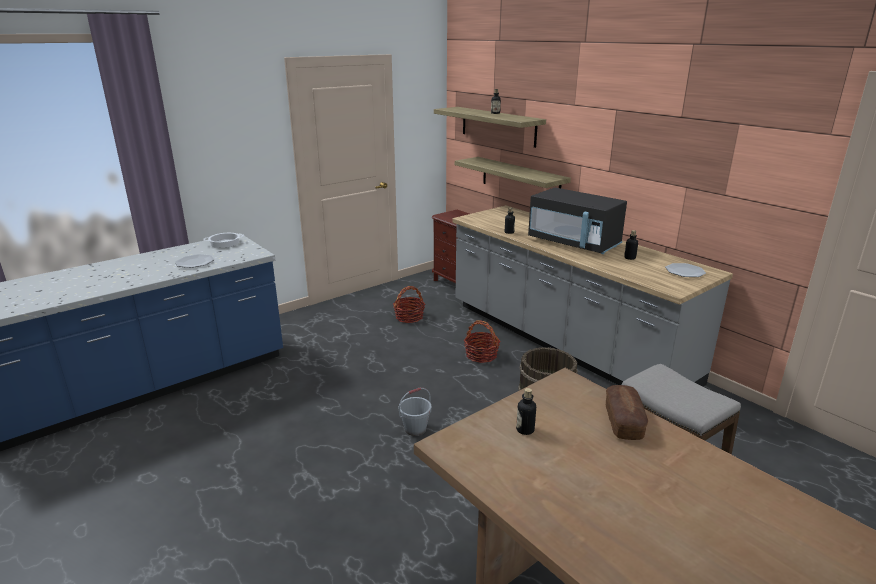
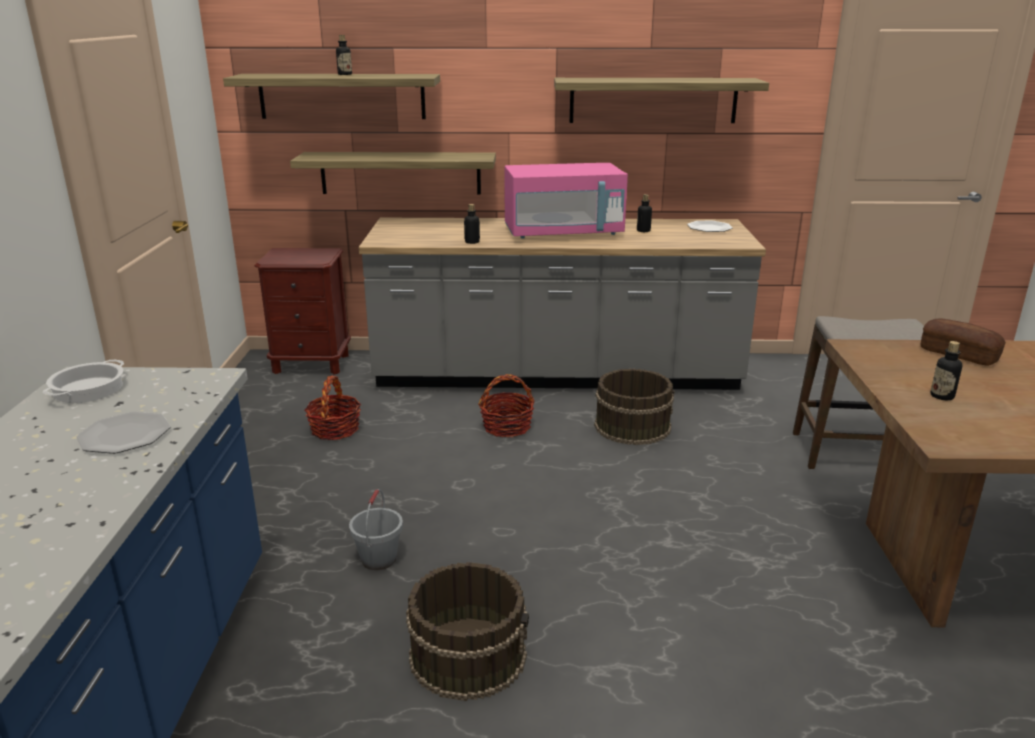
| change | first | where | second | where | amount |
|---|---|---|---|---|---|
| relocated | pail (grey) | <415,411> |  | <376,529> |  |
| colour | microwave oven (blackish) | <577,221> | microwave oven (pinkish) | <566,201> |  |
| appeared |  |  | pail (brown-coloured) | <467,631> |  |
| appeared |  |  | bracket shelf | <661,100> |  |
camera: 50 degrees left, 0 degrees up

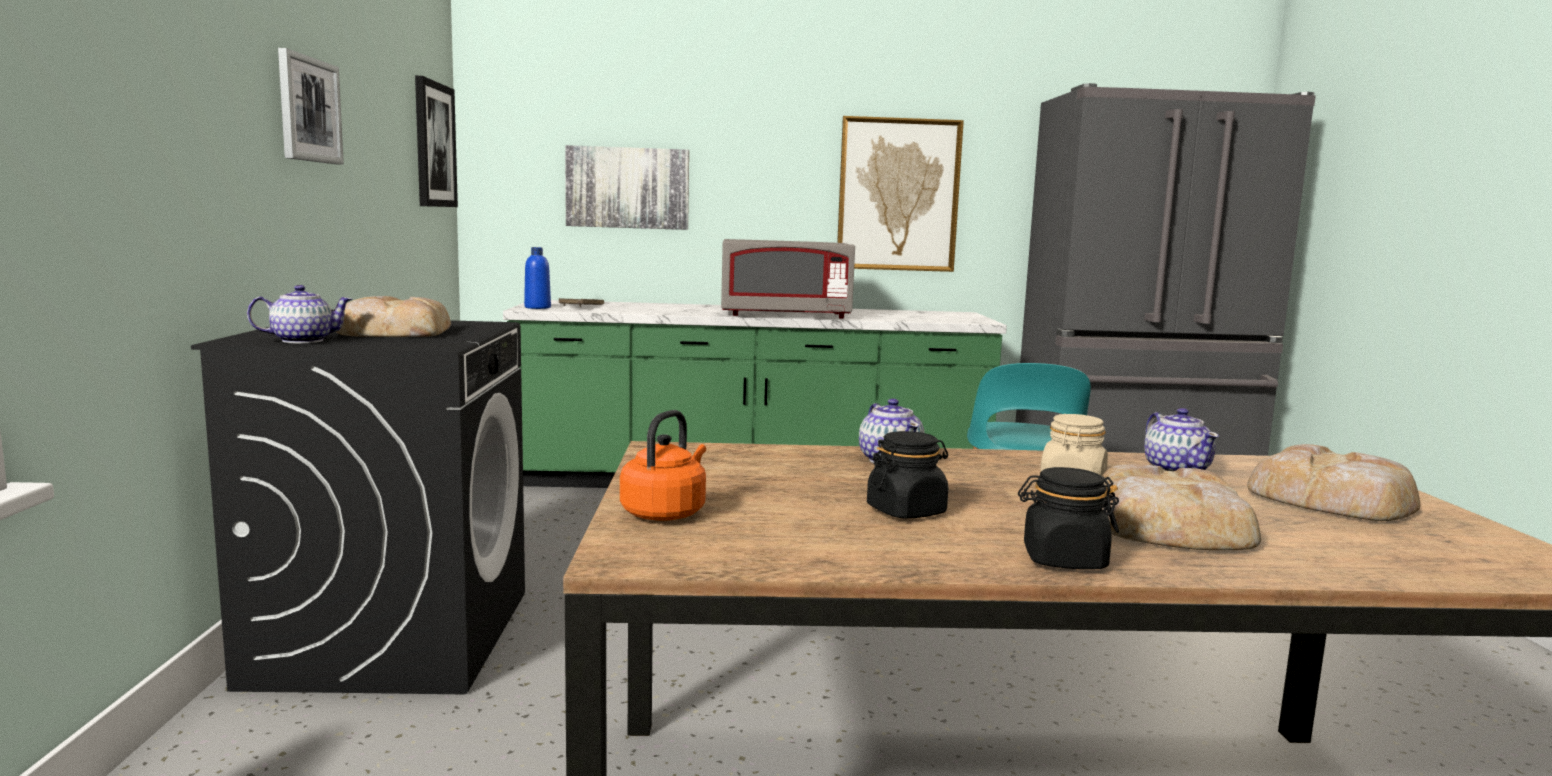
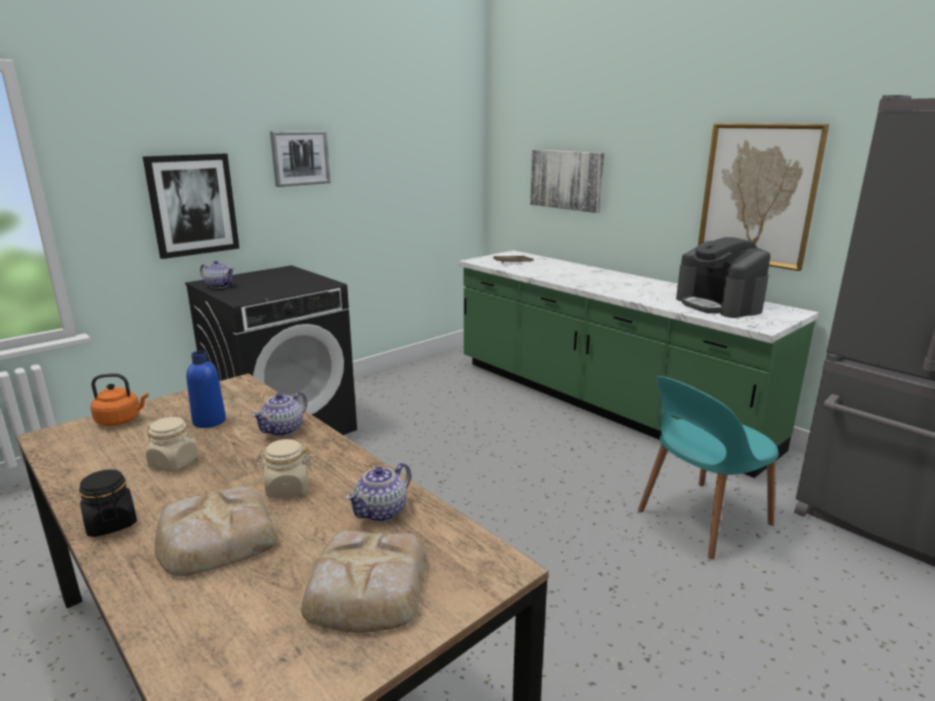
| change | first | where | second | where | amount |
|---|---|---|---|---|---|
| missing | bakery bread | <393,316> |  |  |  |
| relocated | wall picture | <436,141> |  | <191,206> |  |
| relocated | beverage bottle (blue) | <537,278> |  | <206,389> |  |
| missing | microwave oven (grey) | <788,279> |  |  |  |
| colour | preserve jar (blackish) | <908,475> | preserve jar (sand-coloured) | <172,444> |  |
| appeared |  |  | coffee machine | <723,277> |  |
camera: 50 degrees right, 10 degrees up

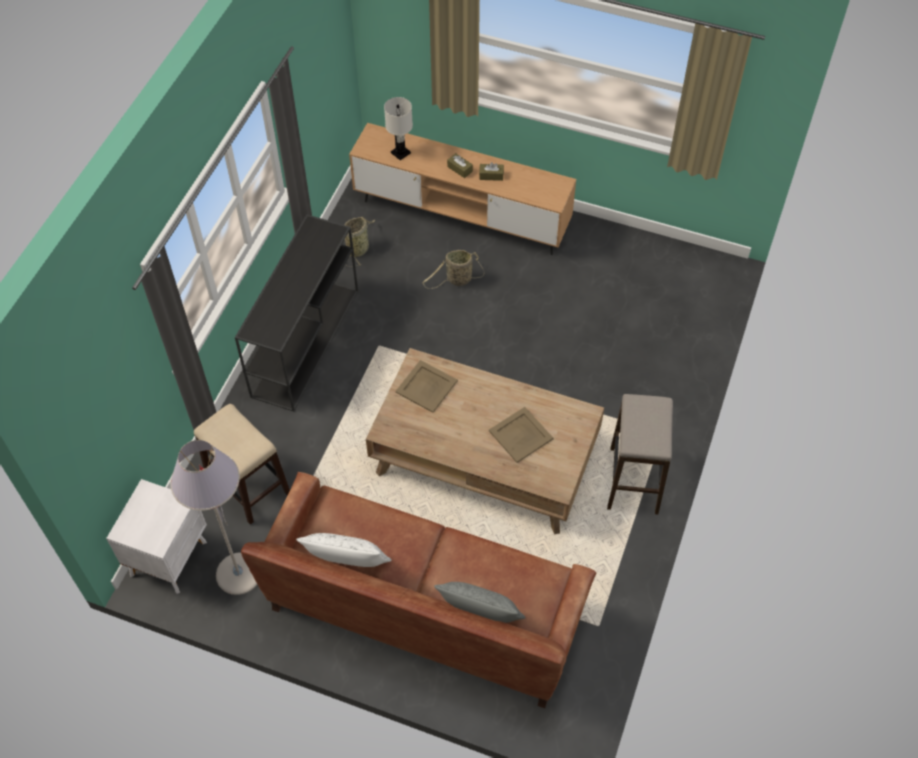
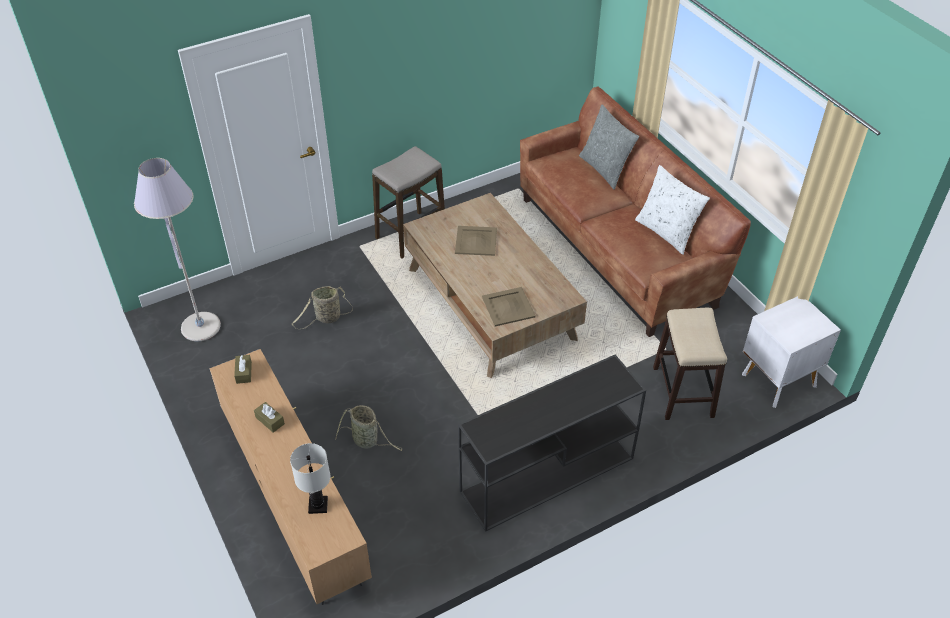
| change | first | where | second | where | amount |
|---|---|---|---|---|---|
| relocated | standard lamp (grey) | <213,517> |  | <177,249> |  |
| relocated | basket | <360,242> |  | <322,307> |  |
| relocated | tissue box (brown-coloured) | <460,165> |  | <243,369> |  |
camera: 140 degrees left, 10 degrees down

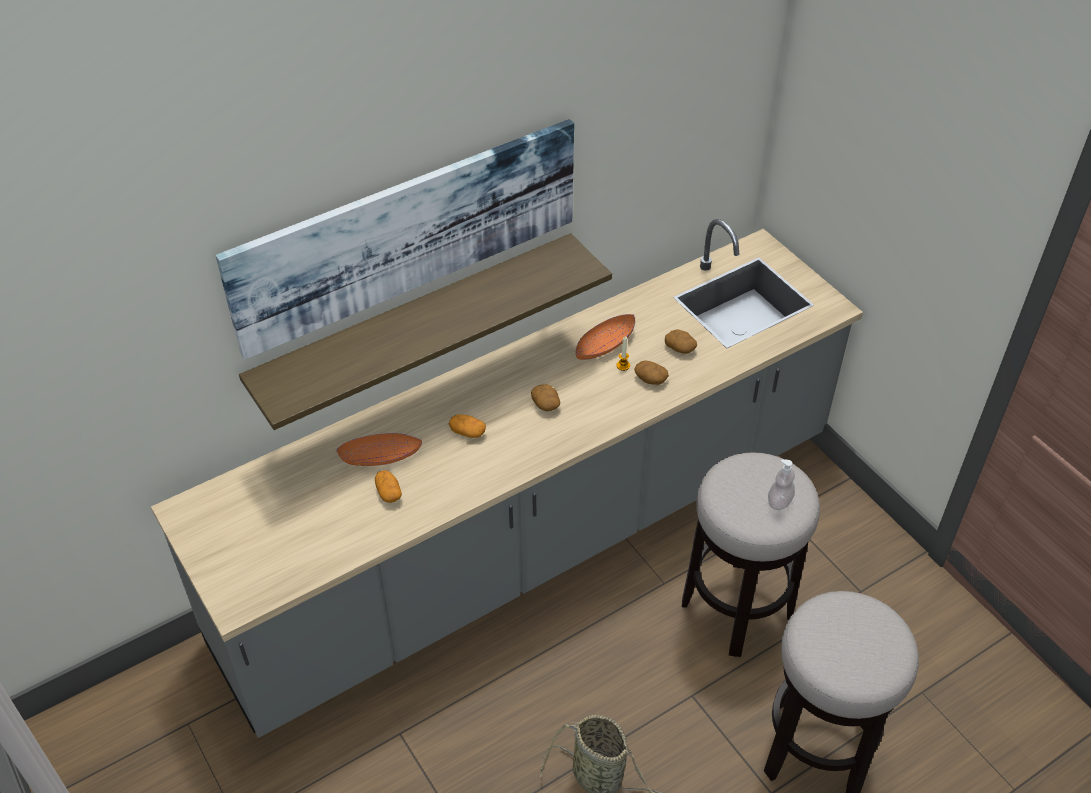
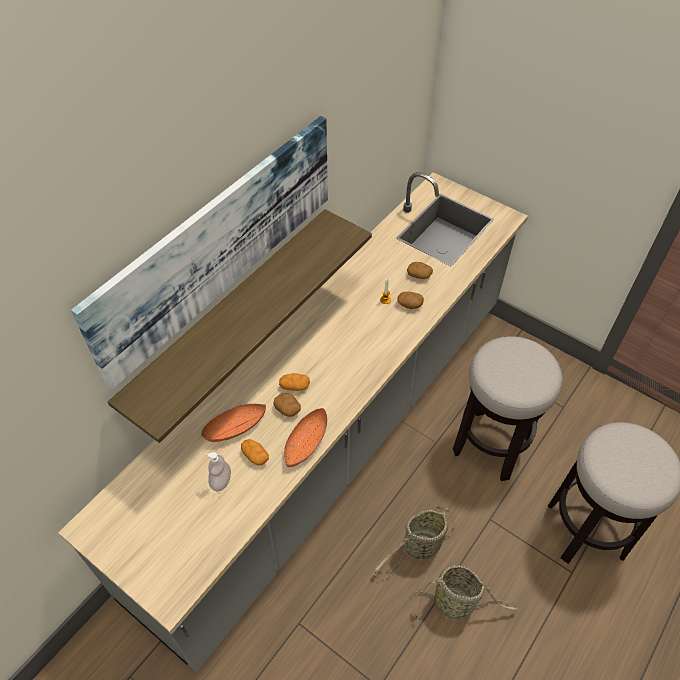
| change | first | where | second | where | amount |
|---|---|---|---|---|---|
| relocated | spud | <545,397> |  | <287,405> |  |
| relocated | deep dish (orange) | <605,337> |  | <305,437> |  |
| relocated | soap dispenser | <781,485> |  | <219,472> |  |
| appeared |  |  | basket | <414,542> |  |
camera: 20 degrees left, 5 degrees up

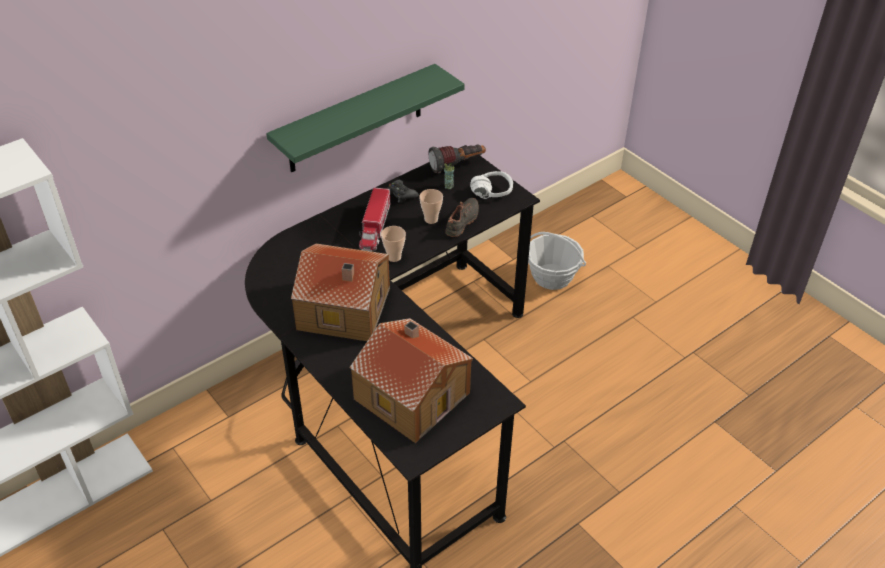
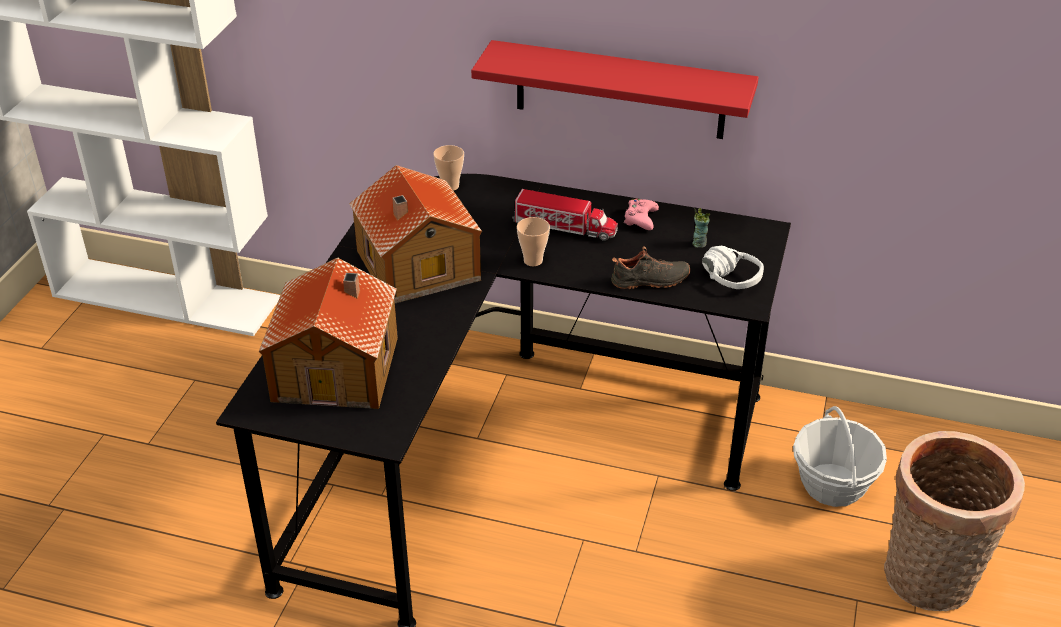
| change | first | where | second | where | amount |
|---|---|---|---|---|---|
| colour | bracket shelf (green) | <365,118> | bracket shelf (reddish) | <615,89> |  |
| spun | toy truck | <374,219> |  | <565,215> | 135 degrees counterclockwise |
| colour | game controller (blackish) | <403,191> | game controller (pinkish) | <641,214> |  |
| relocated | drinking cup | <431,206> |  | <448,168> |  |
| missing | hand torch | <457,159> |  |  |  |
| appeared |  |  | basket | <954,521> |  |
camera: 55 degrees right, 5 degrees down

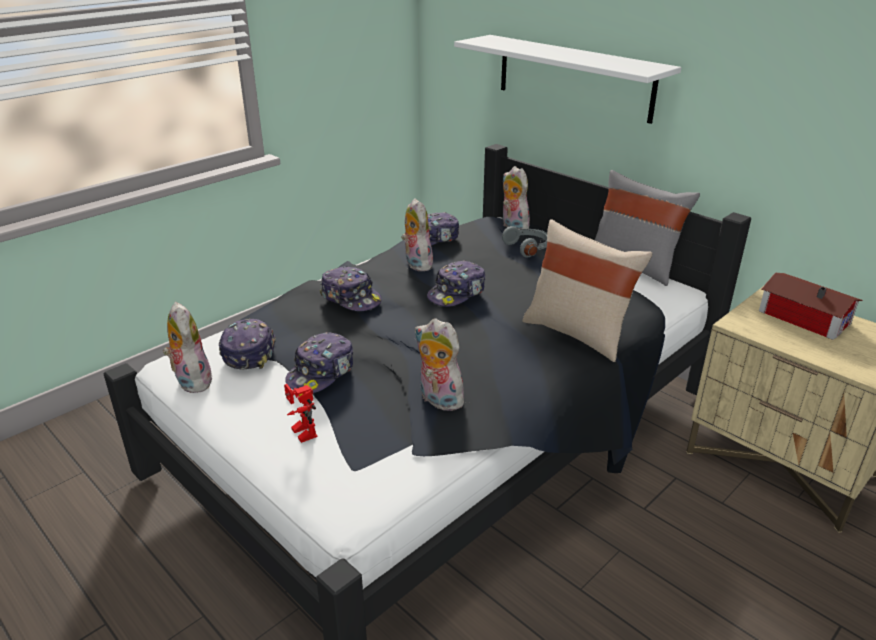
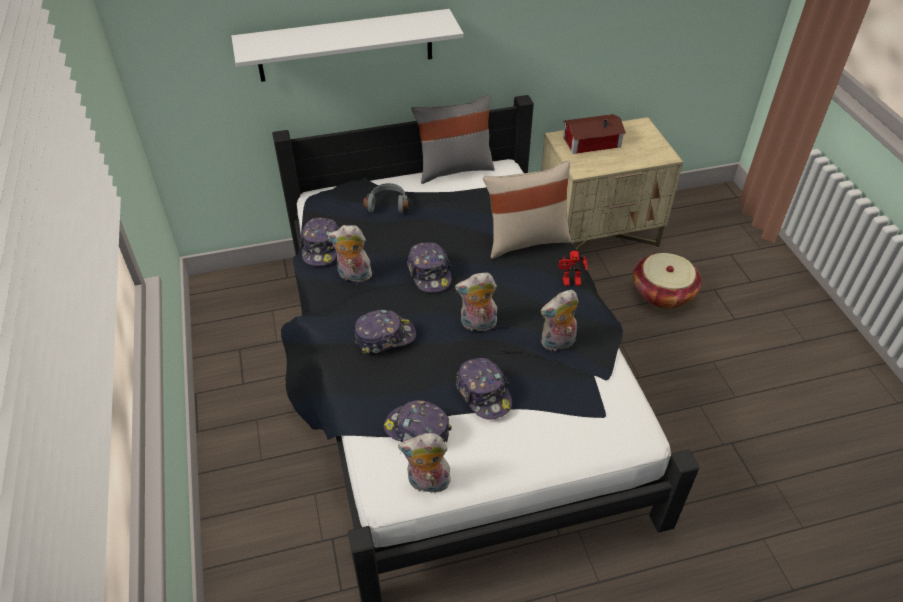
| change | first | where | second | where | amount |
|---|---|---|---|---|---|
| relocated | robot figure | <300,413> |  | <573,268> |  |
| relocated | plush toy | <516,198> |  | <476,302> |  |
| appeared |  |  | basket | <667,281> |  |
camera: 60 degrees left, 15 degrees up

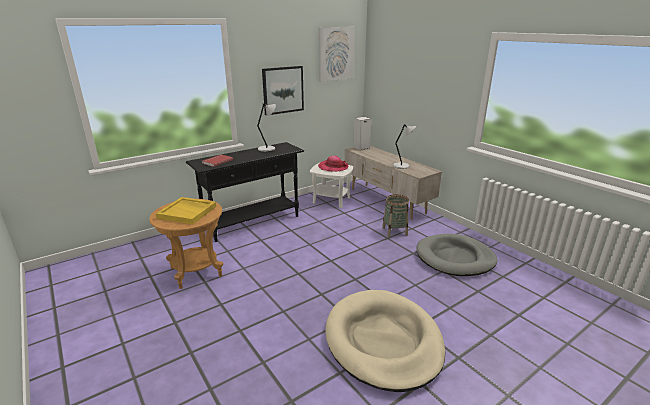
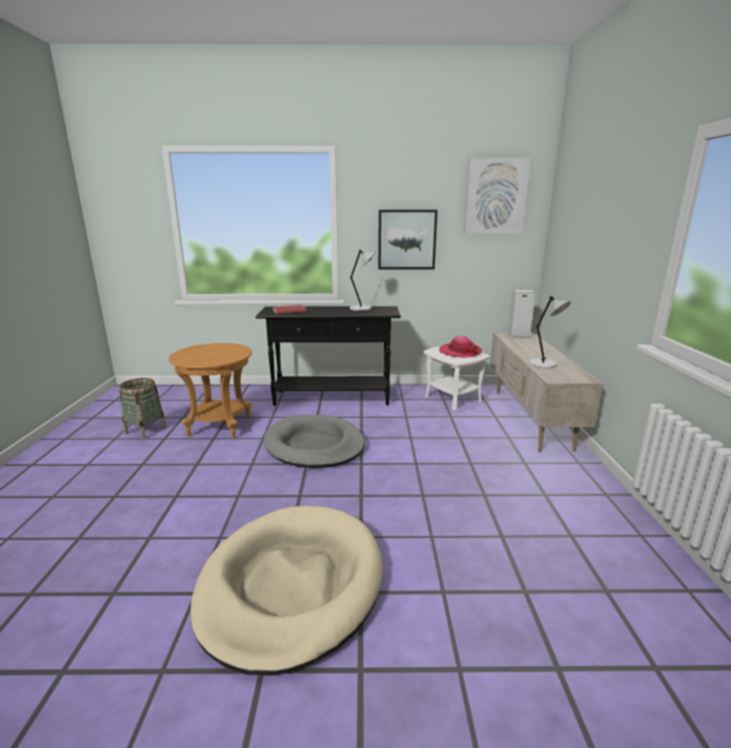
| change | first | where | second | where | amount |
|---|---|---|---|---|---|
| missing | tray (yellow-coloured) | <186,211> |  |  |  |
| relocated | basket | <395,215> |  | <143,408> |  |
| relocated | pet bed (grey) | <457,255> |  | <314,441> |  |
camera: 35 degrees right, 5 degrees down

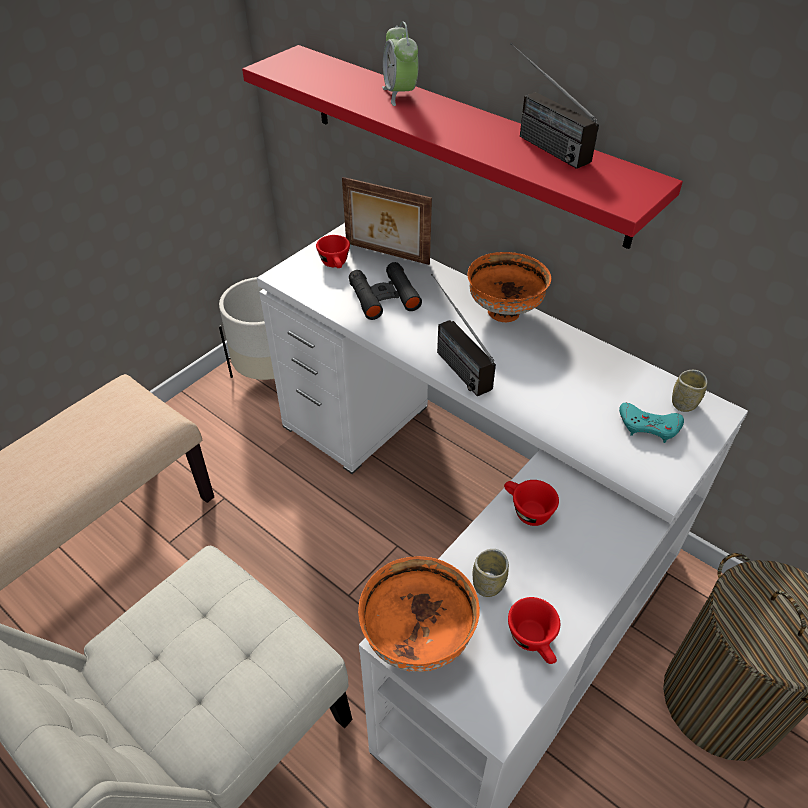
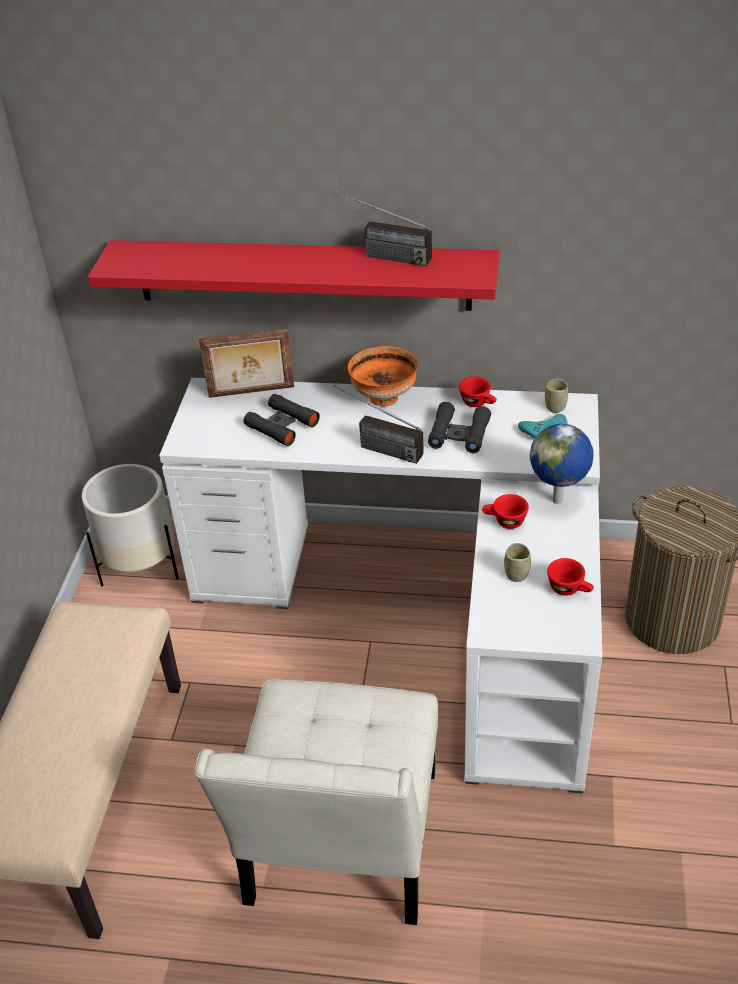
| change | first | where | second | where | amount |
|---|---|---|---|---|---|
| relocated | drinking cup (reddish) | <333,251> |  | <478,392> |  |
| missing | deep dish (orange) | <419,614> |  |  |  |
| missing | bedside clock | <400,63> |  |  |  |
| appeared |  |  | binoculars (blackish) | <459,427> |  |
| appeared |  |  | desk globe | <561,464> |  |
camera: 30 degrees left, 5 degrees down

